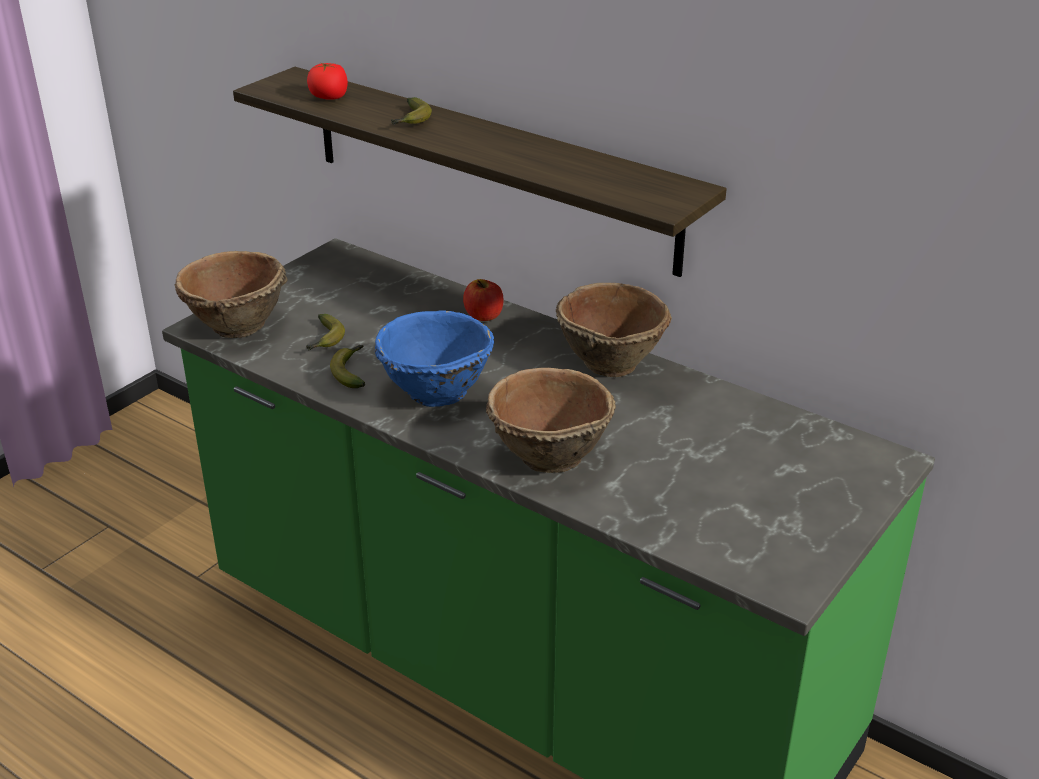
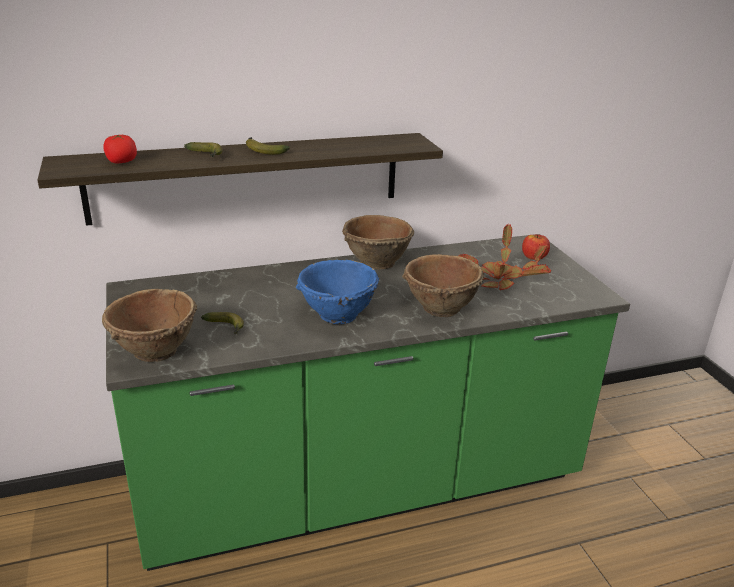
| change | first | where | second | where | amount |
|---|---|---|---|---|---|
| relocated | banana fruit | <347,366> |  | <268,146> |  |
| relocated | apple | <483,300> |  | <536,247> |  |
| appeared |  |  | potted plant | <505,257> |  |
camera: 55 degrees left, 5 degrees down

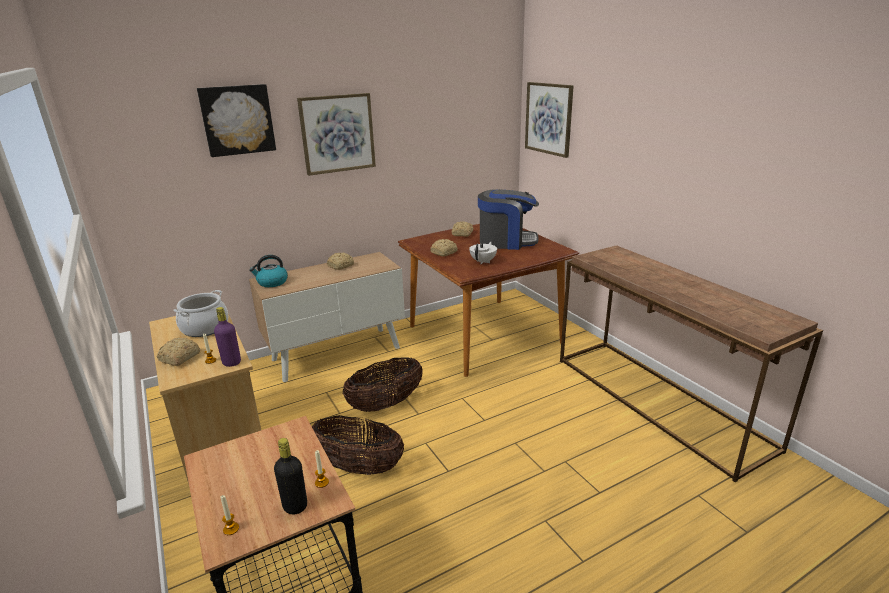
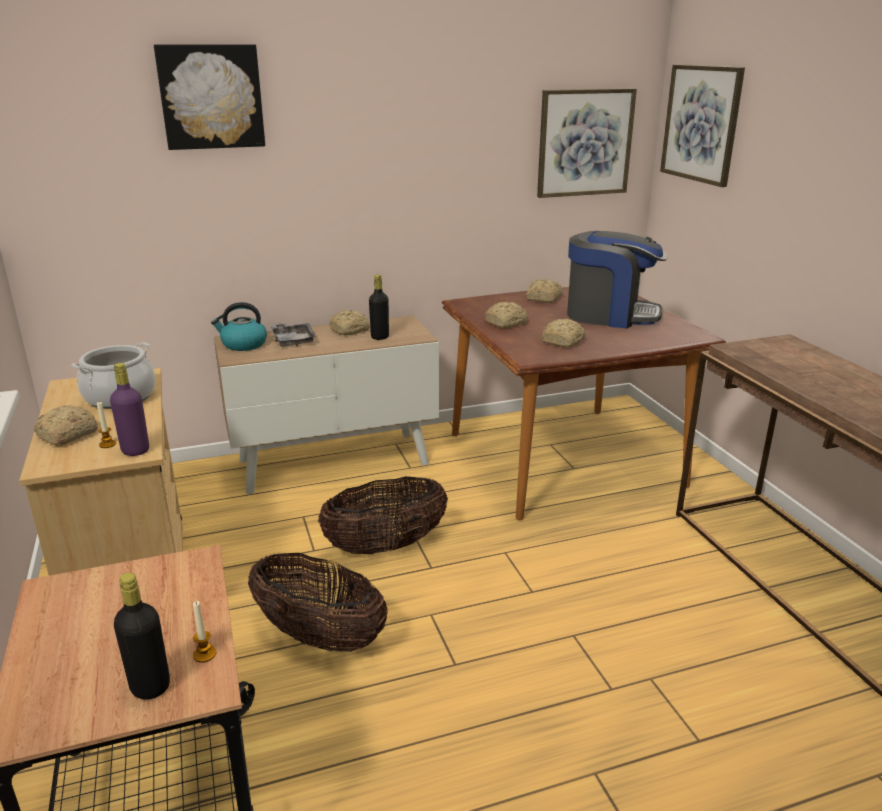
| change | first | where | second | where | amount |
|---|---|---|---|---|---|
| missing | wax candle | <229,515> |  |  |  |
| relocated | wall picture | <336,134> |  | <587,143> |  |
| exchanged | tea pot (whitish) | <483,253> | bakery bread | <563,333> |  |
| appeared |  |  | tray (grey) | <293,335> |  |
| appeared |  |  | beverage bottle (blackish) | <379,307> |  |
camera: 10 degrees right, 0 degrees up

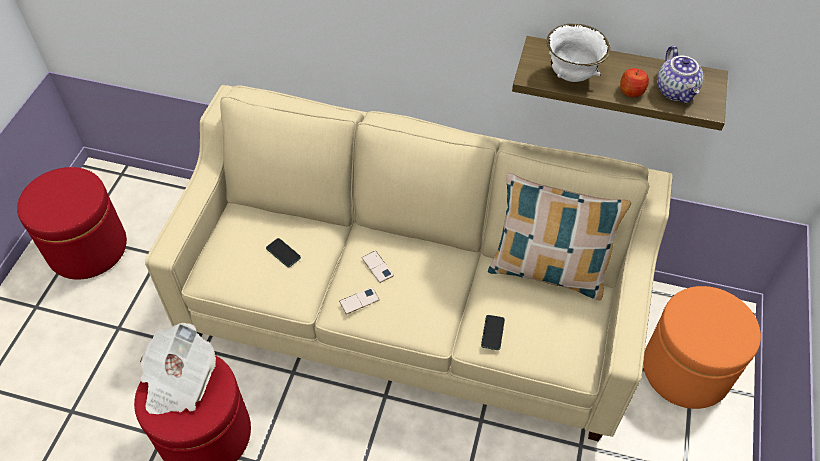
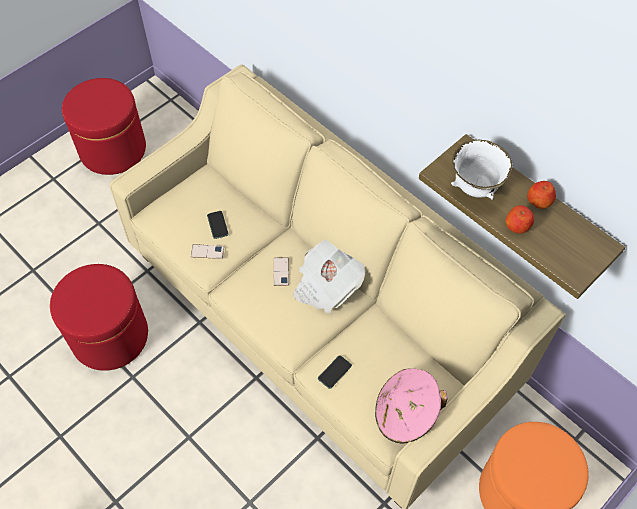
| change | first | where | second | where | amount |
|---|---|---|---|---|---|
| relocated | printed paper | <178,368> |  | <329,276> |  |
| relocated | handset | <359,300> |  | <207,251> |  |
| missing | pillow | <559,237> |  |  |  |
| missing | tea pot | <680,74> |  |  |  |
| appeared |  |  | hat (pinkish) | <411,406> |  |
| appeared |  |  | apple | <541,195> |  |
camera: 30 degrees right, 5 degrees up

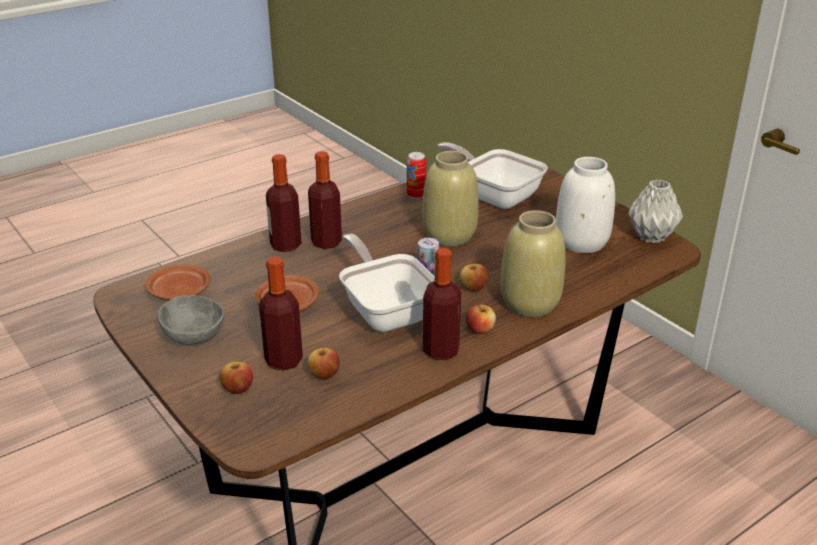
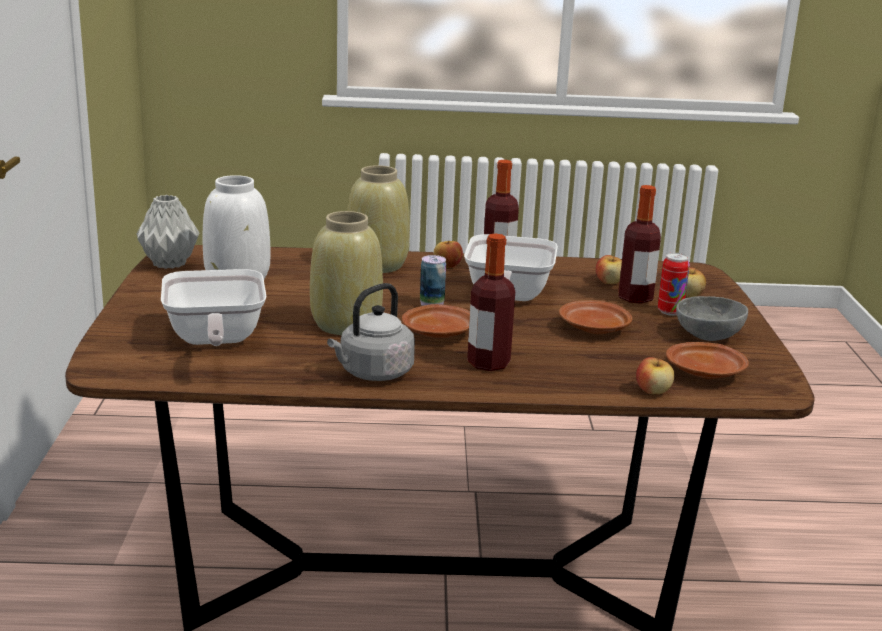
| change | first | where | second | where | amount |
|---|---|---|---|---|---|
| missing | beverage bottle | <284,203> |  |  |  |
| relocated | metal can | <416,175> |  | <674,284> |  |
| relocated | apple | <474,277> |  | <655,375> |  |
| appeared |  |  | water kettle (grey) | <371,332> |  |
| appeared |  |  | plate (brown-coloured) | <436,321> |  |
camera: 145 degrees left, 10 degrees down

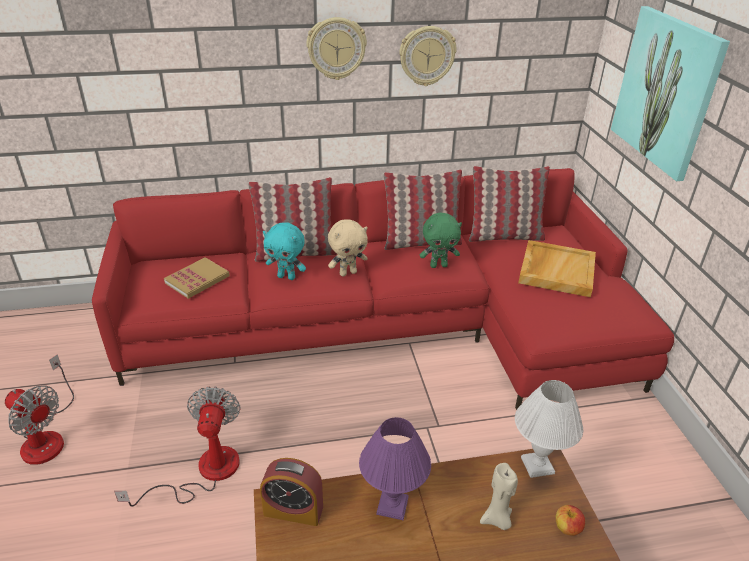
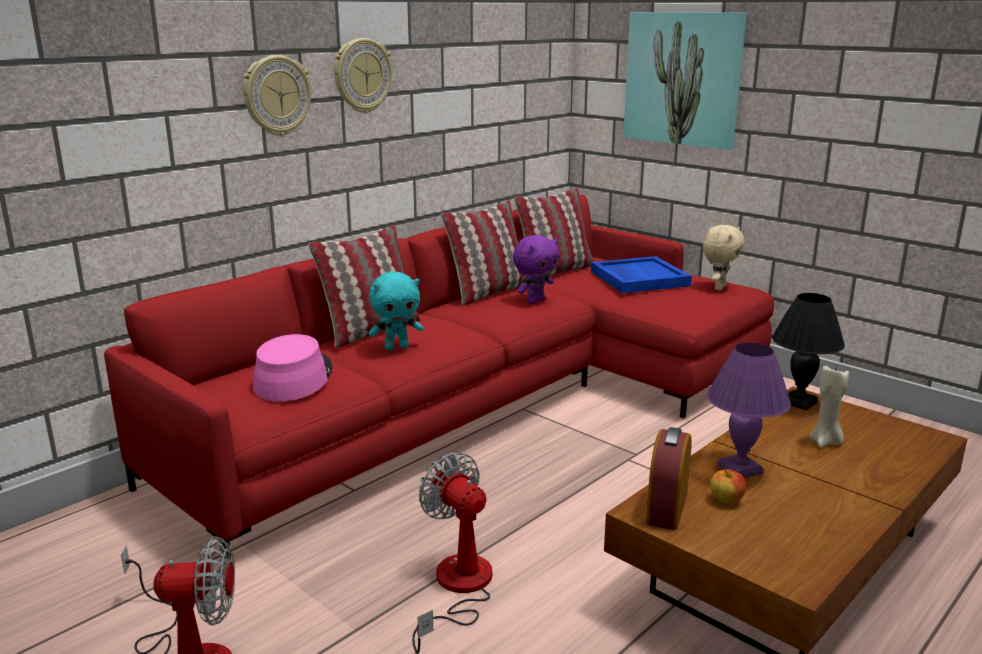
| change | first | where | second | where | amount |
|---|---|---|---|---|---|
| exchanged | volume | <197,278> | hat (pinkish) | <293,367> |  |
| spun | bedside clock | <291,492> |  | <669,478> | 135 degrees clockwise |
| relocated | plush toy (sand-coloured) | <348,248> |  | <724,257> |  |
| relocated | clock on the wall | <427,56> |  | <277,95> |  |
| colour | plush toy (green) | <441,240> | plush toy (purple-coloured) | <536,269> |  |
| colour | tabletop lamp (whitish) | <549,429> | tabletop lamp (blackish) | <808,352> |  |
| colour | tray (sand-coloured) | <557,268> | tray (blue) | <641,274> |  |
| relocated | apple | <570,520> |  | <728,486> |  |
camera: 35 degrees left, 15 degrees down

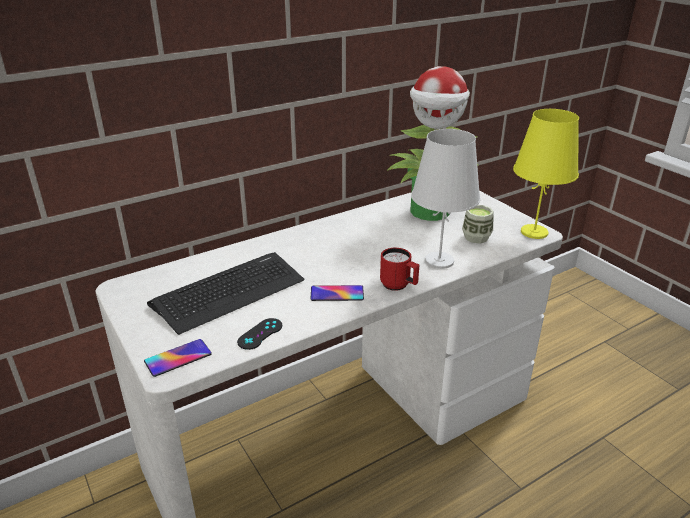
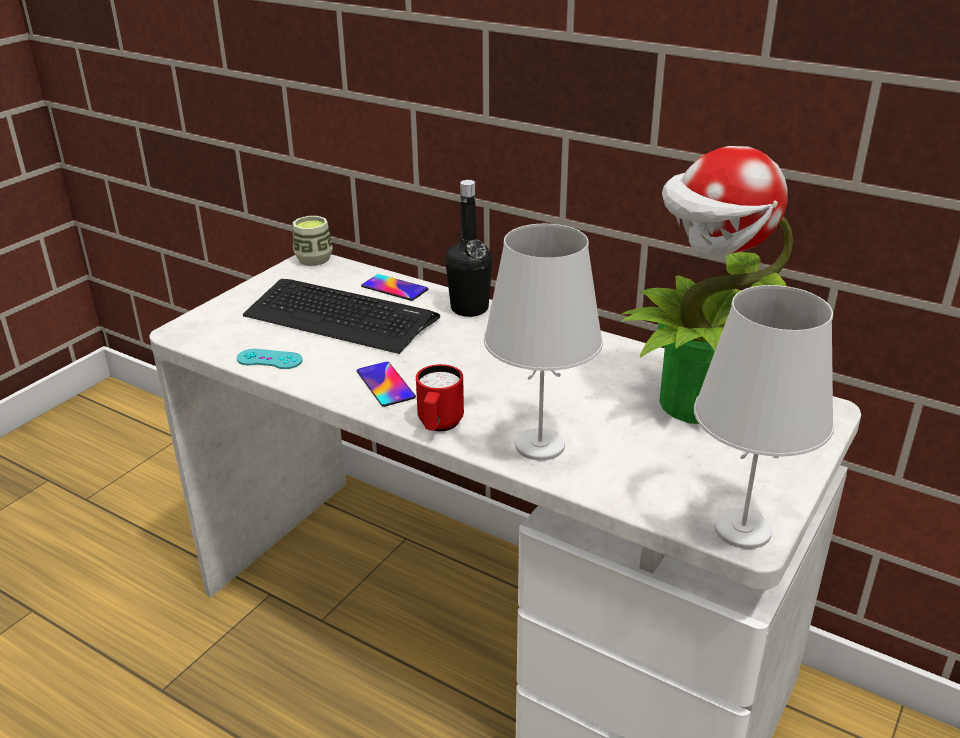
| change | first | where | second | where | amount |
|---|---|---|---|---|---|
| relocated | handset | <178,358> |  | <395,287> |  |
| colour | game controller (blackish) | <259,334> | game controller (turquoise-coloured) | <270,359> |  |
| relocated | drinking cup | <478,224> |  | <313,241> |  |
| colour | tabletop lamp (yellow-coloured) | <546,174> | tabletop lamp (whitish) | <764,417> |  |
| appeared |  |  | beverage bottle (blackish) | <469,248> |  |
camera: 65 degrees right, 0 degrees up

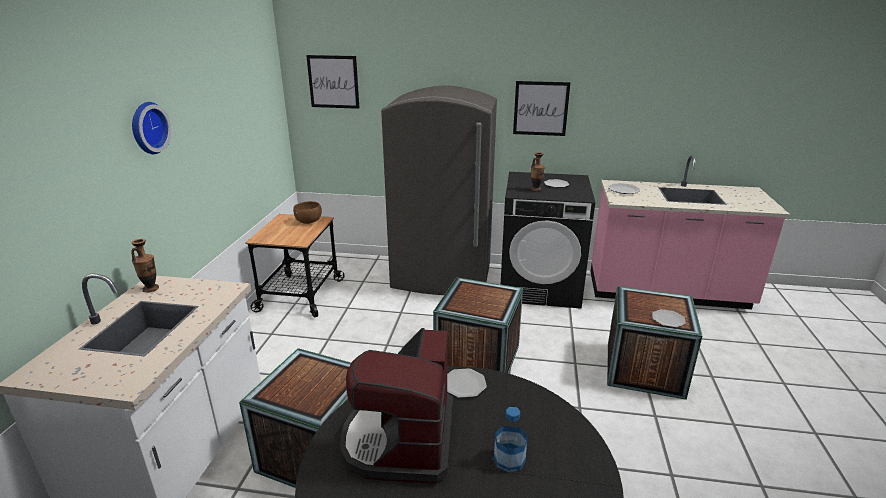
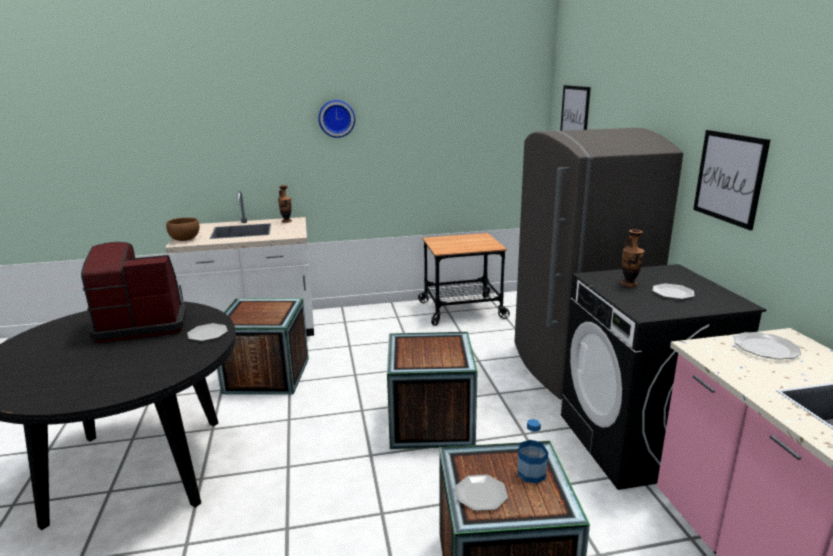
| change | first | where | second | where | amount |
|---|---|---|---|---|---|
| relocated | deep dish (brown-coloured) | <307,212> |  | <182,229> |  |
| relocated | beverage bottle | <510,440> |  | <533,451> |  |
camera: 70 degrees right, 5 degrees down

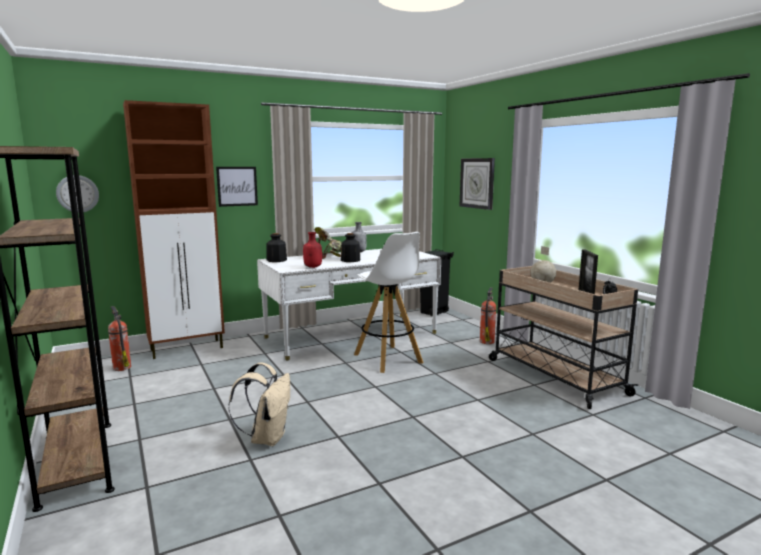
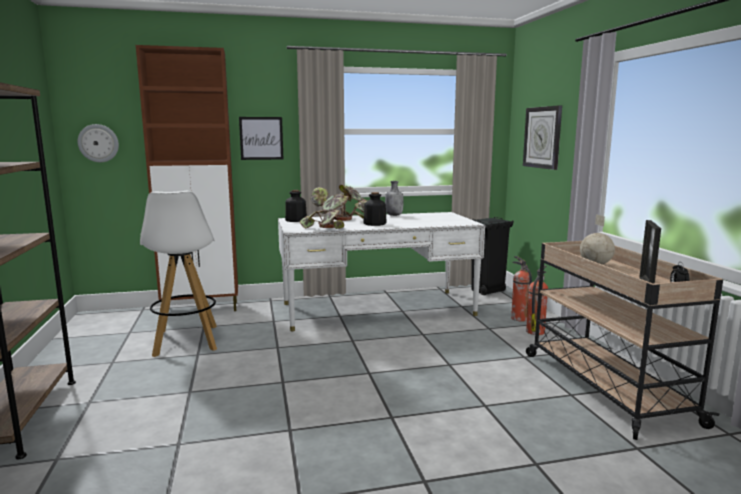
| change | first | where | second | where | amount |
|---|---|---|---|---|---|
| relocated | extinguisher | <119,338> |  | <521,289> |  |
| missing | rucksack (sand-coloured) | <259,404> |  |  |  |
| exchanged | beverage bottle (reddish) | <312,250> | potted plant | <324,208> |  |
| relocated | sitting stool (whitish) | <388,302> |  | <178,274> |  |
camera: 15 degrees right, 0 degrees up

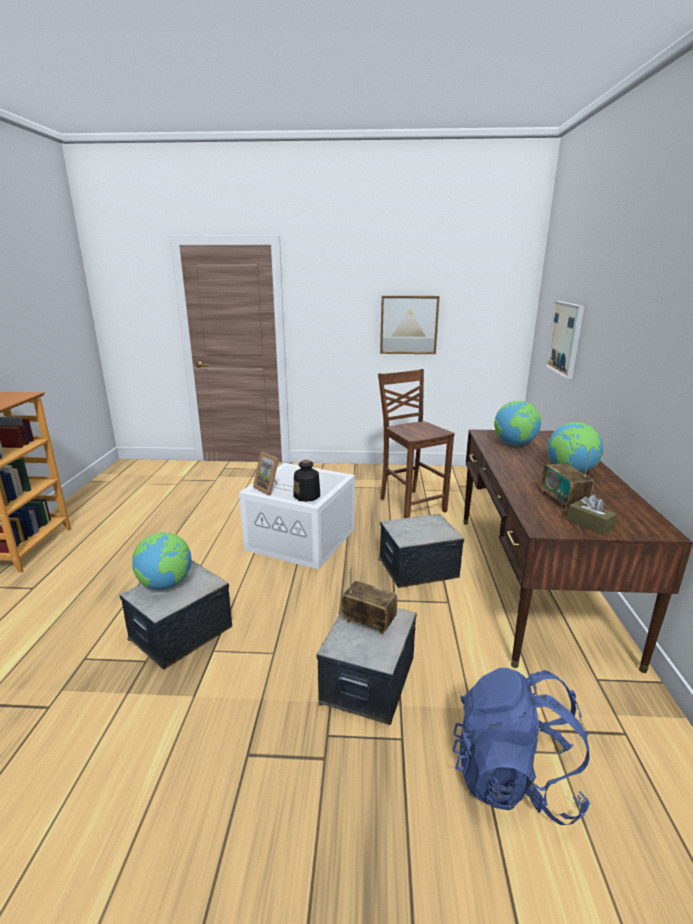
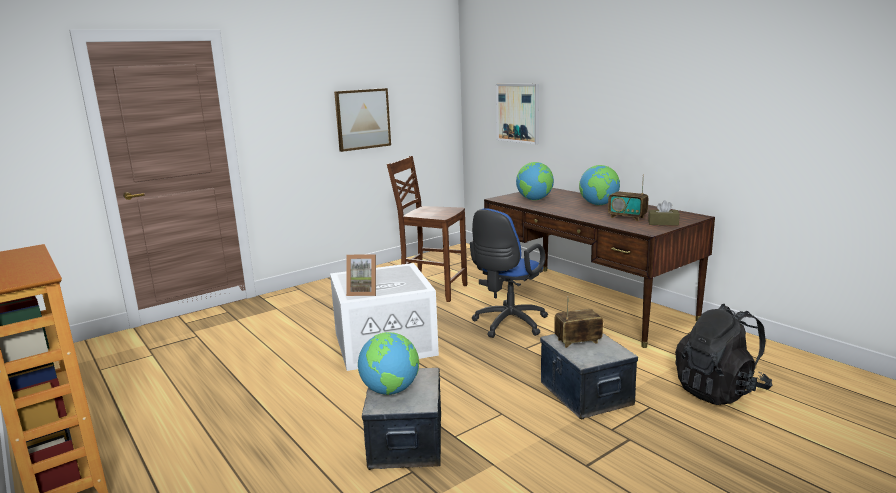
| change | first | where | second | where | amount |
|---|---|---|---|---|---|
| missing | beverage bottle | <306,481> |  |  |  |
| exchanged | storage bin | <421,551> | office chair (blue) | <509,273> |  |
| colour | rucksack (blue) | <521,746> | rucksack (blackish) | <723,354> |  |
camera: 40 degrees left, 5 degrees down

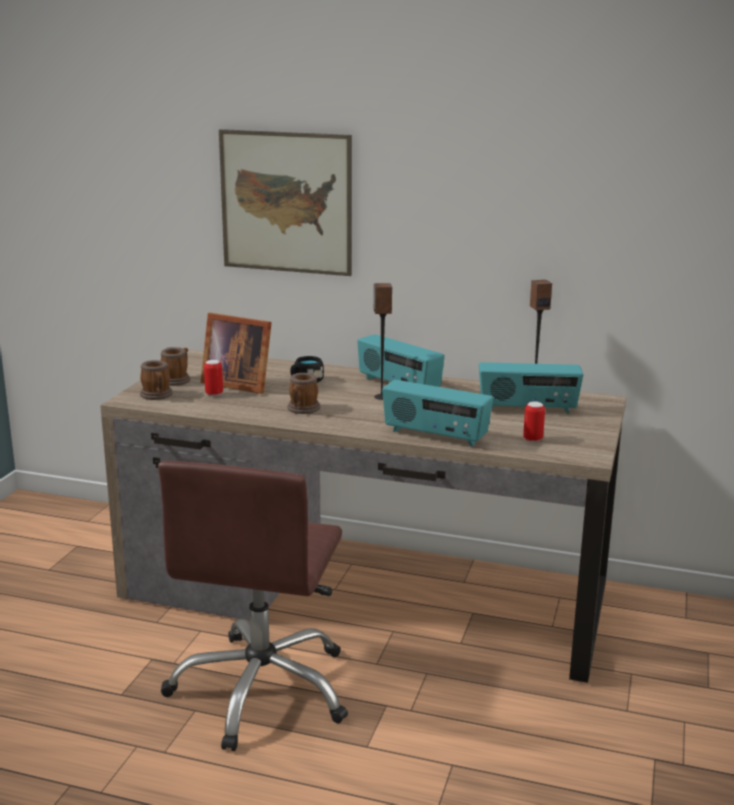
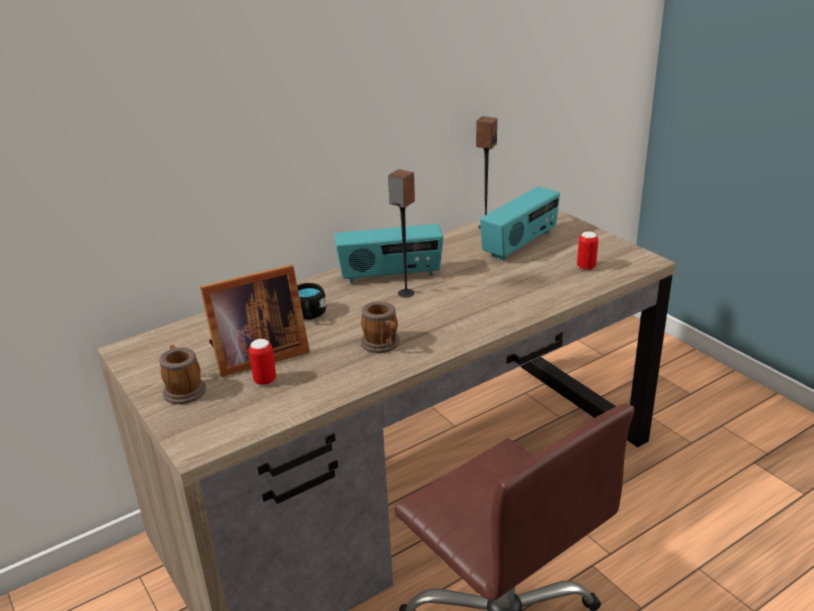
| change | first | where | second | where | amount |
|---|---|---|---|---|---|
| missing | tea mug | <156,380> |  |  |  |
| missing | wall picture | <285,202> |  |  |  |
| missing | radio set | <437,413> |  |  |  |
camera: 50 degrees left, 10 degrees up

